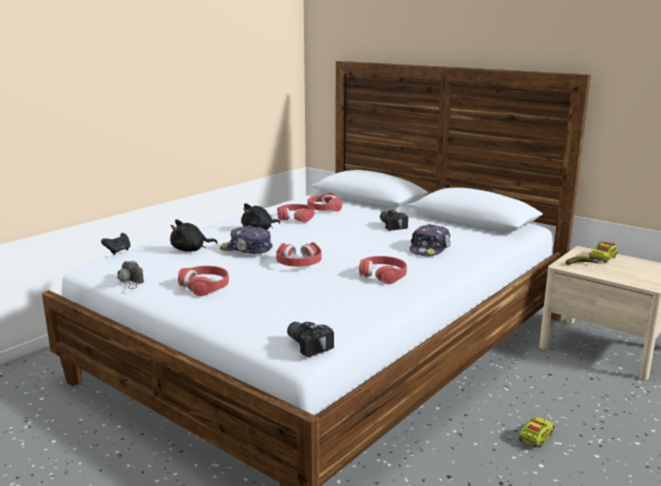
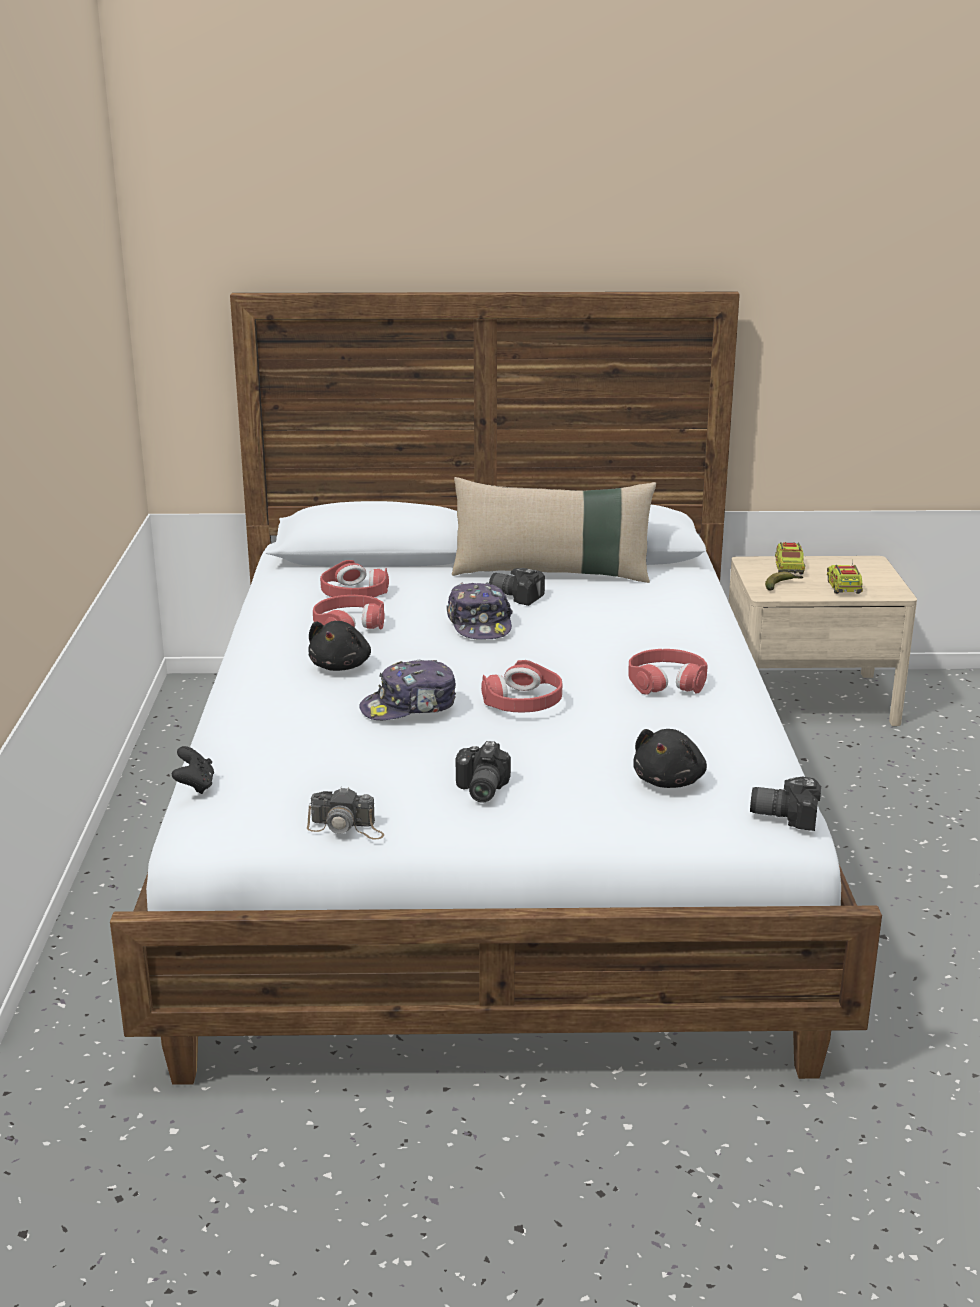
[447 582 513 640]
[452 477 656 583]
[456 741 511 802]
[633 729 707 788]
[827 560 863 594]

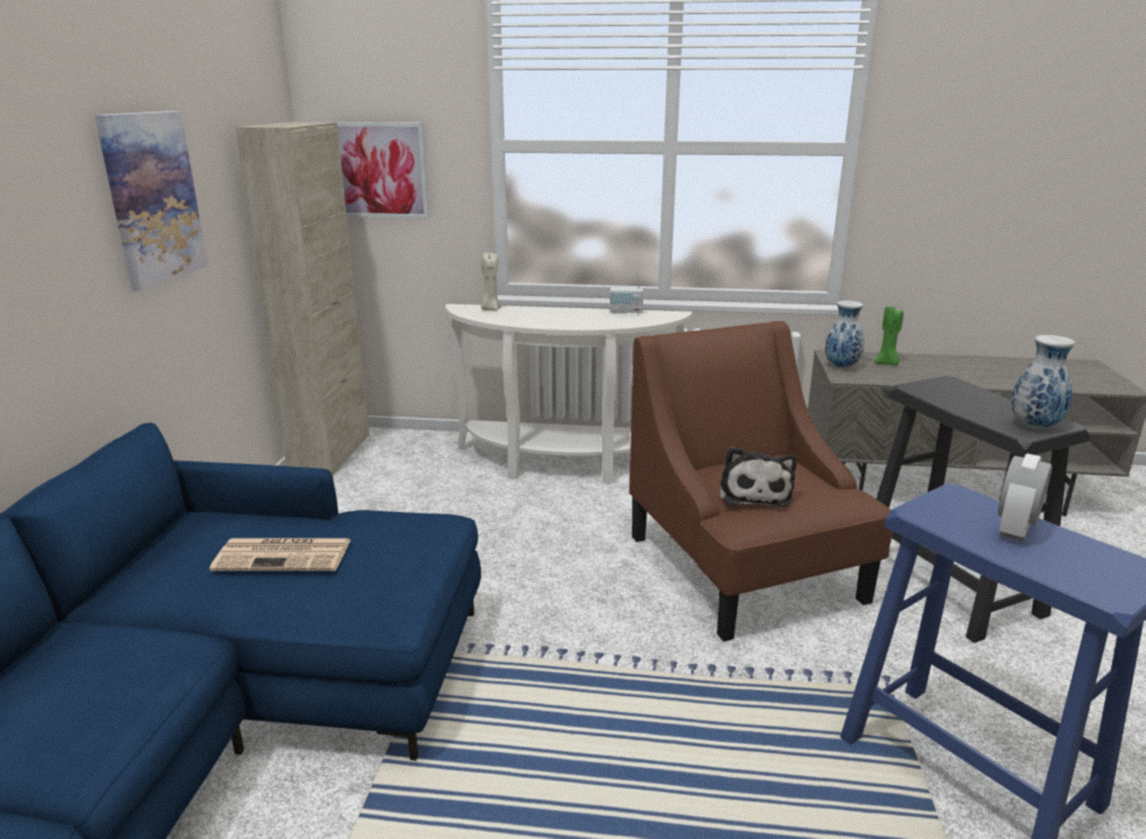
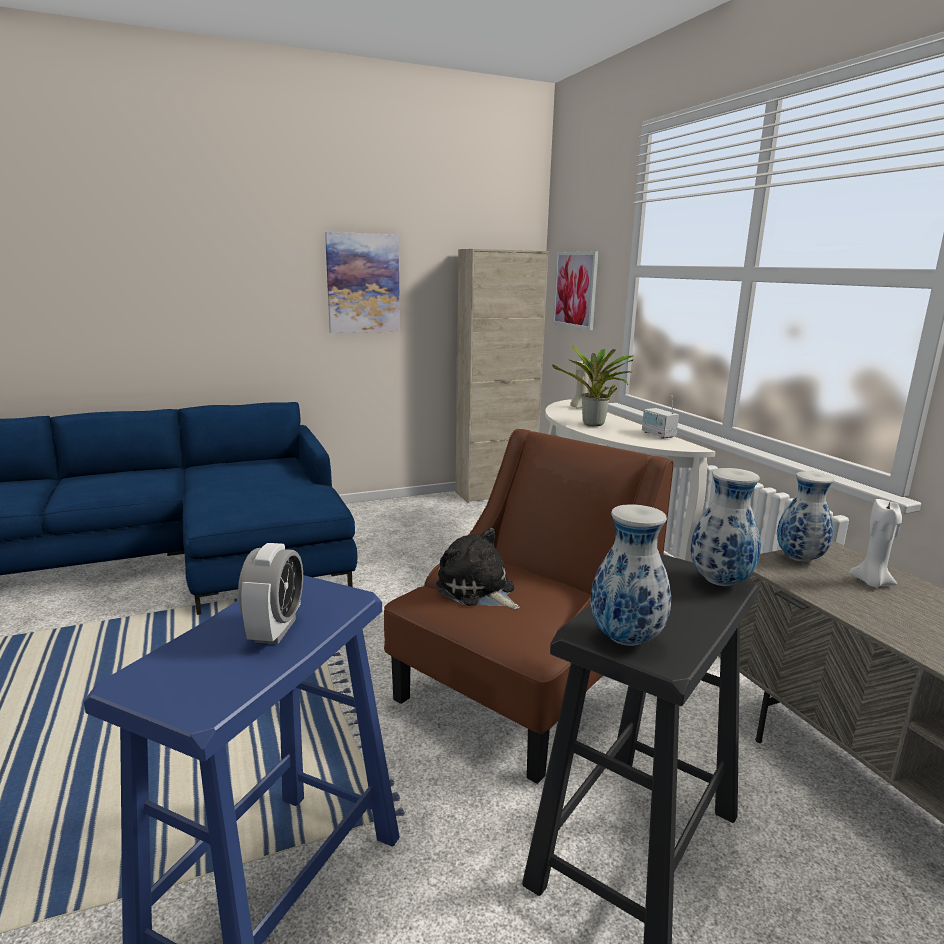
[238 543 303 644]
[436 528 520 609]
[552 346 634 426]
[691 468 761 586]
[849 499 902 588]
[209 538 350 571] (first image)

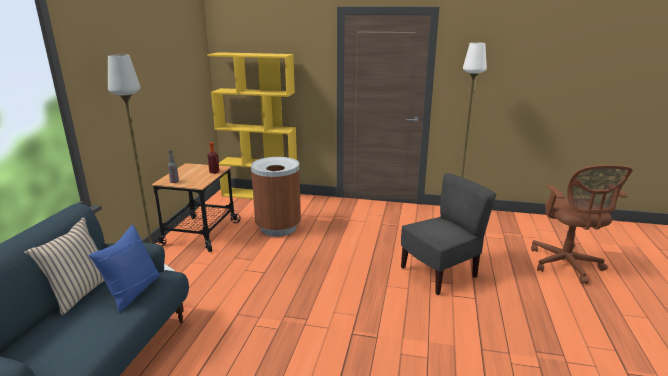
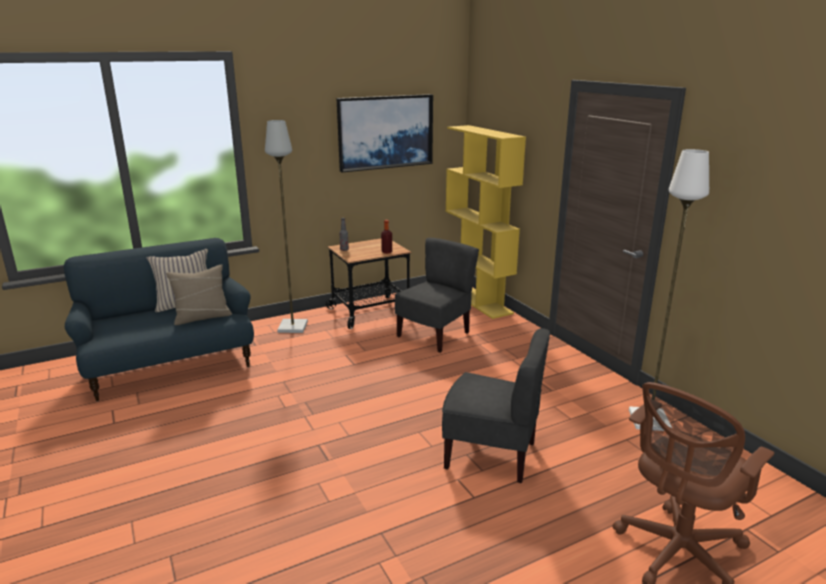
[166 264 232 325]
[336 94 433 173]
[395 238 479 353]

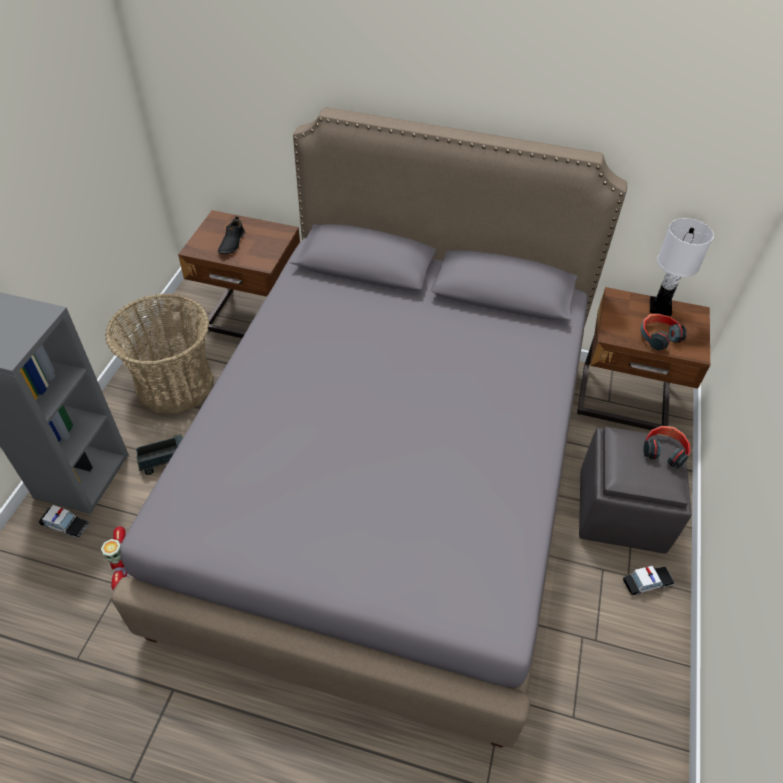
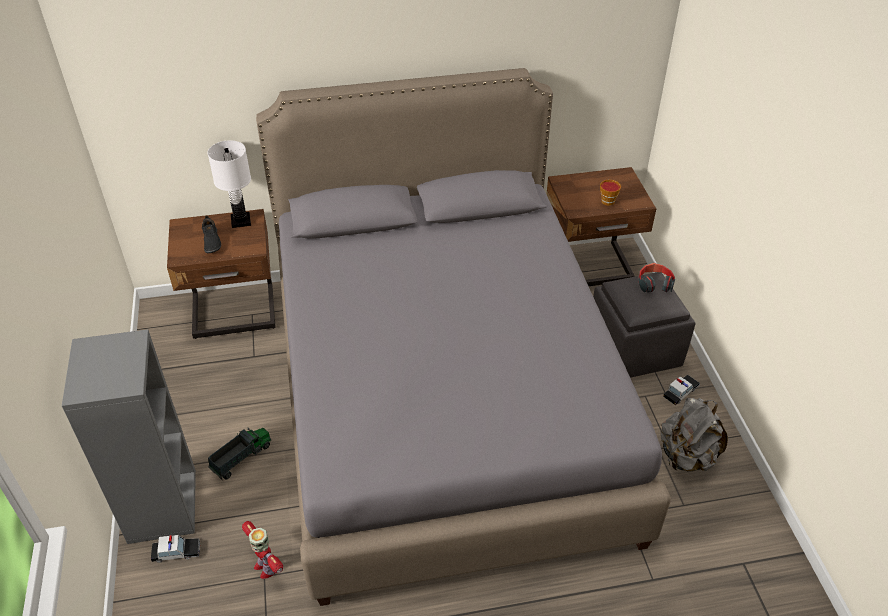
[208 140 251 228]
[600 180 621 206]
[661 398 728 471]
[105 293 214 413] (first image)

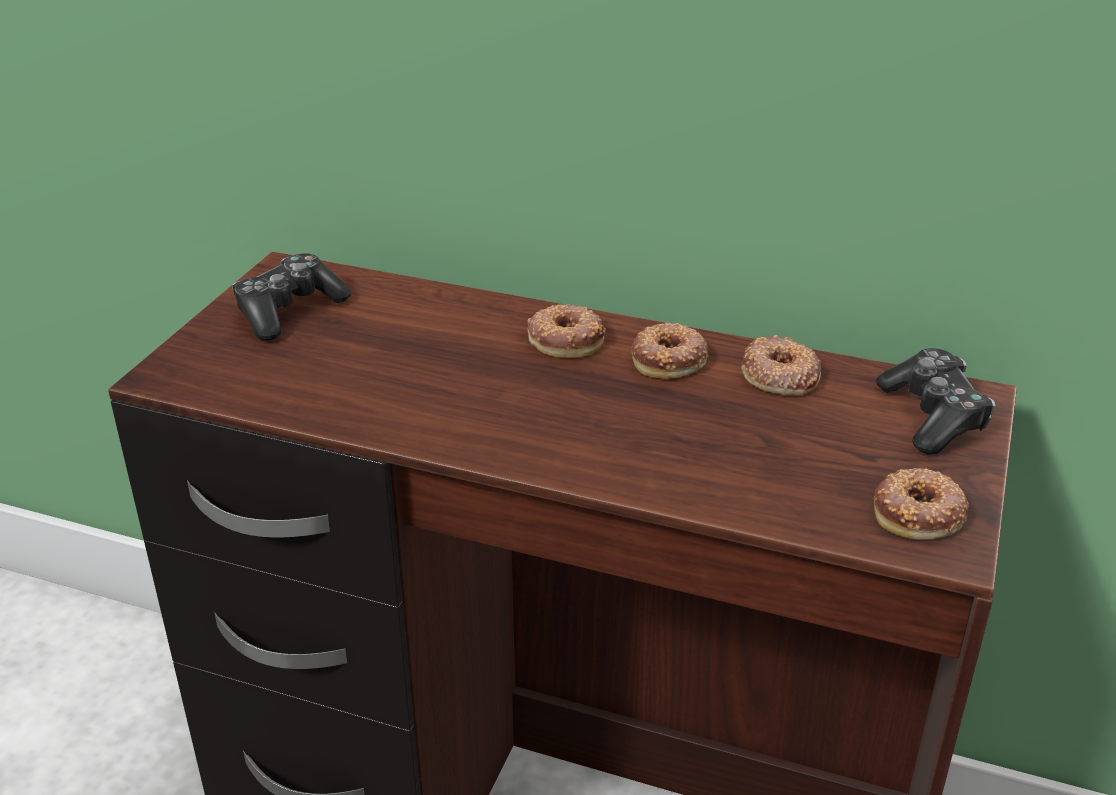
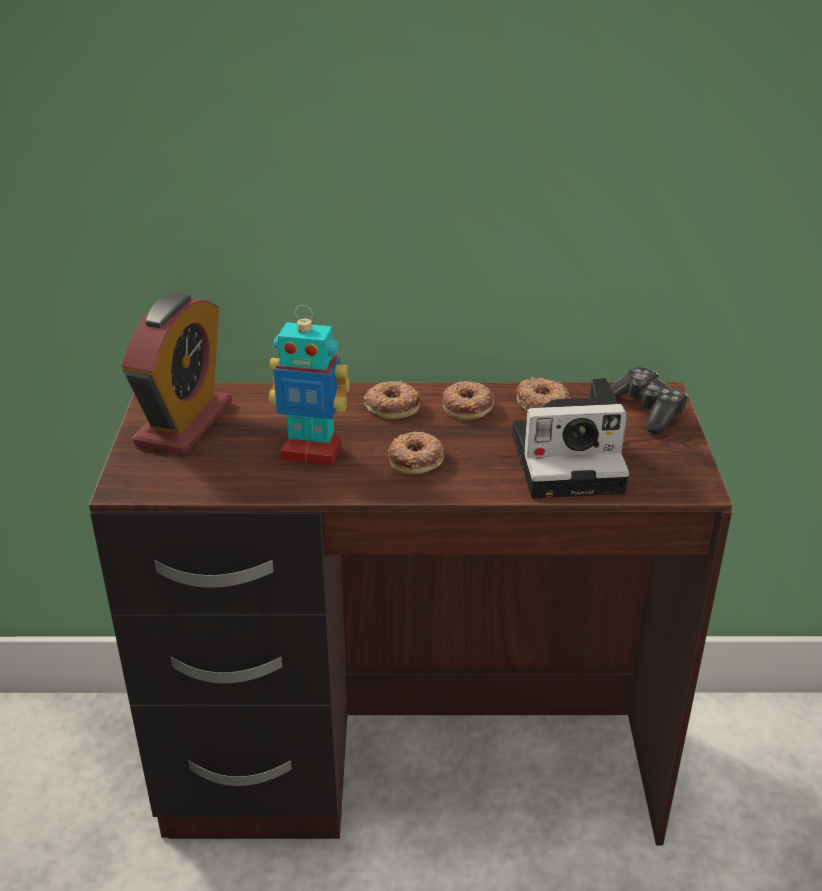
[121 293 232 455]
[269 305 350 466]
[388 431 444 474]
[512 378 629 499]

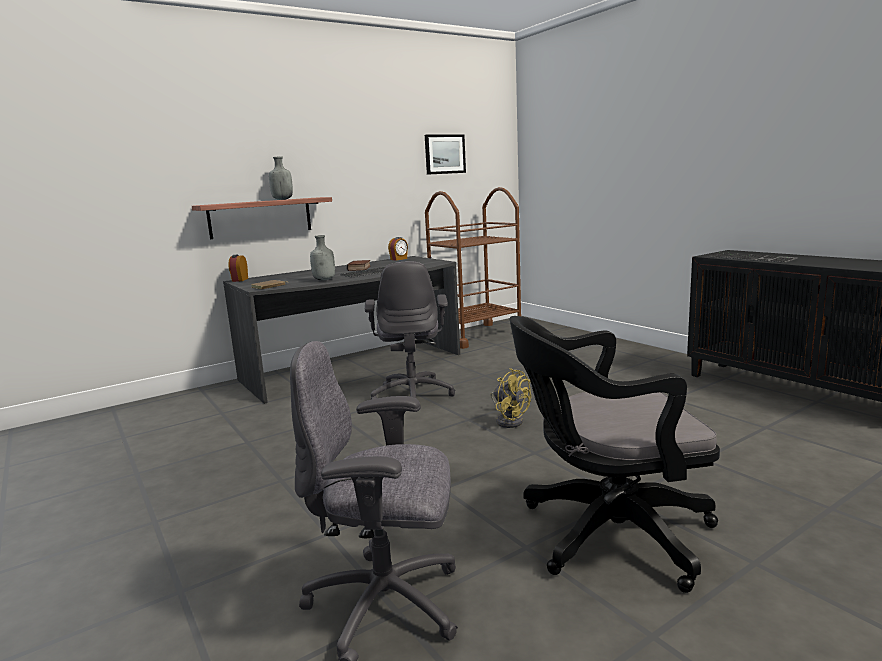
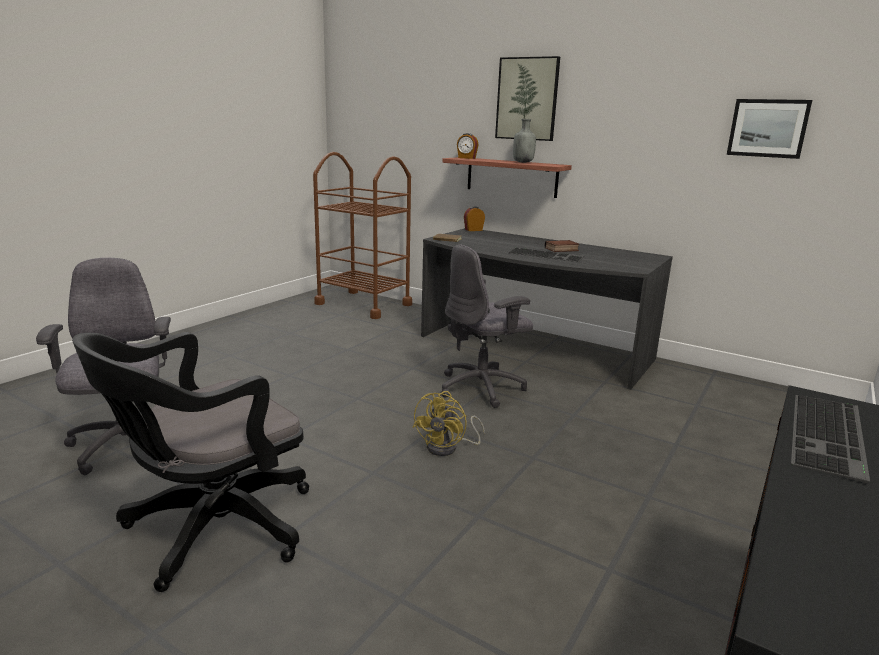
[72 332 309 592]
[313 152 412 319]
[457 133 478 159]
[495 56 560 141]
[310 235 335 280] (first image)

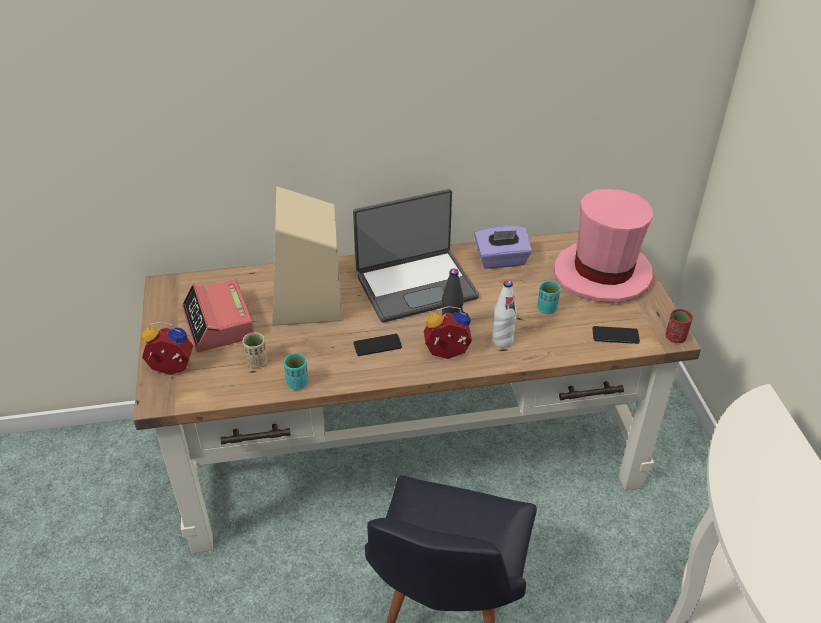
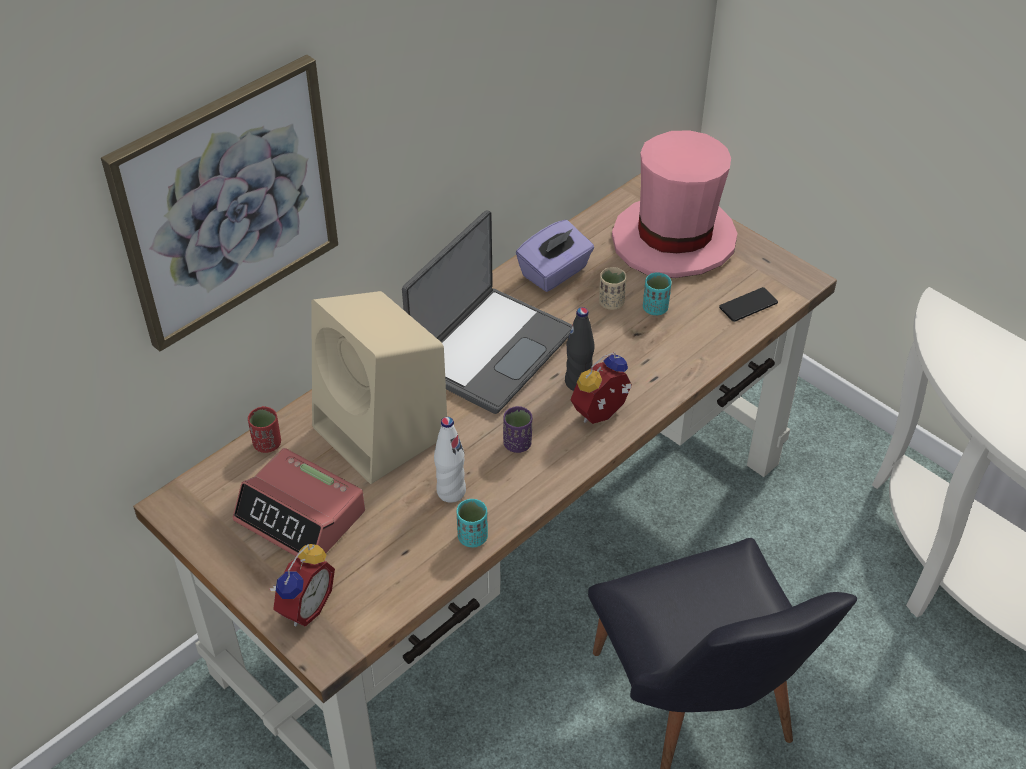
[101 55 338 352]
[248 406 281 453]
[269 544 335 627]
[434 417 466 503]
[503 406 532 453]
[599 267 626 310]

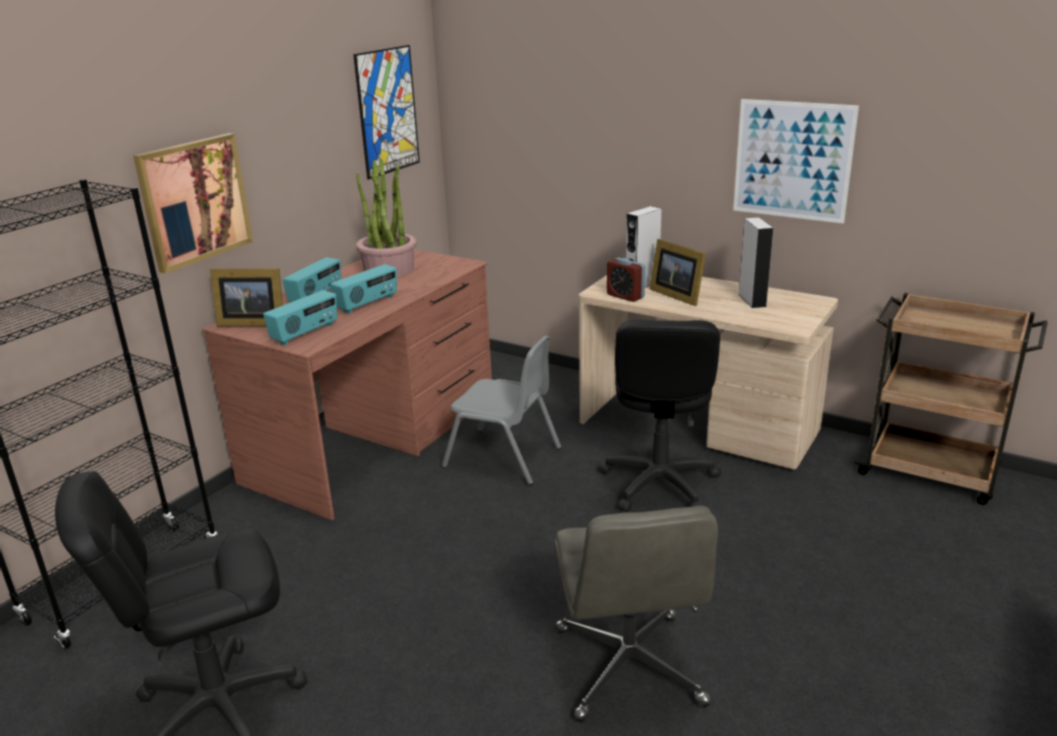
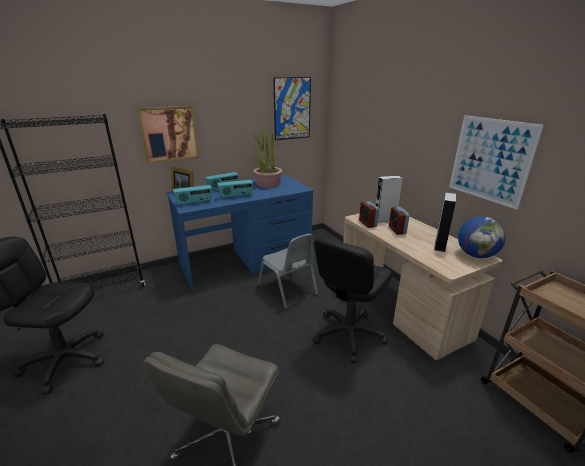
[166 175 314 292]
[389 207 409 235]
[458 216 506 258]

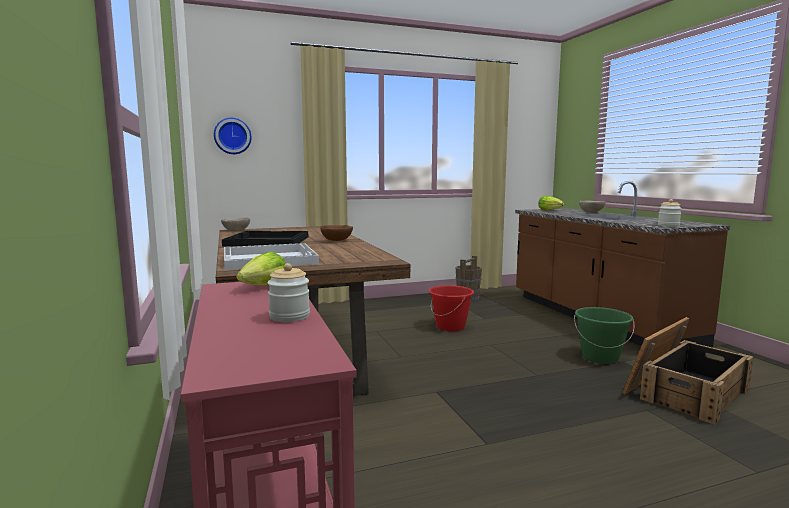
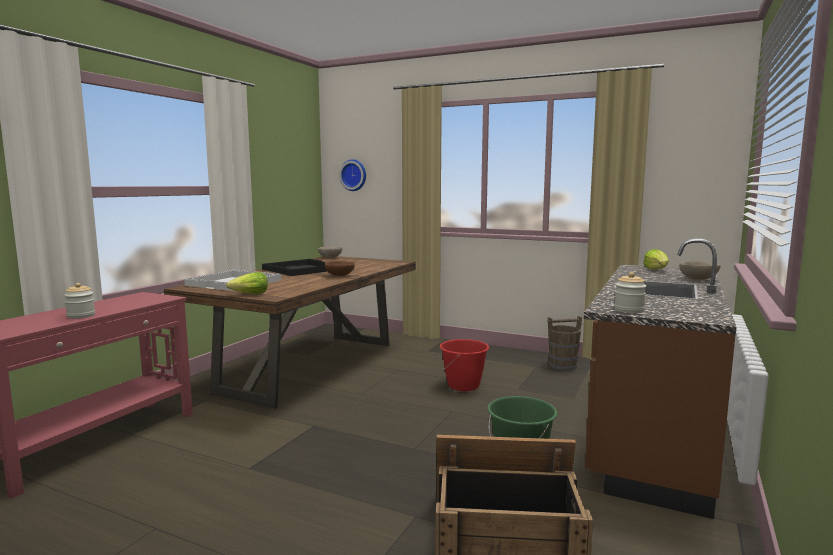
[226 272 268 294]

